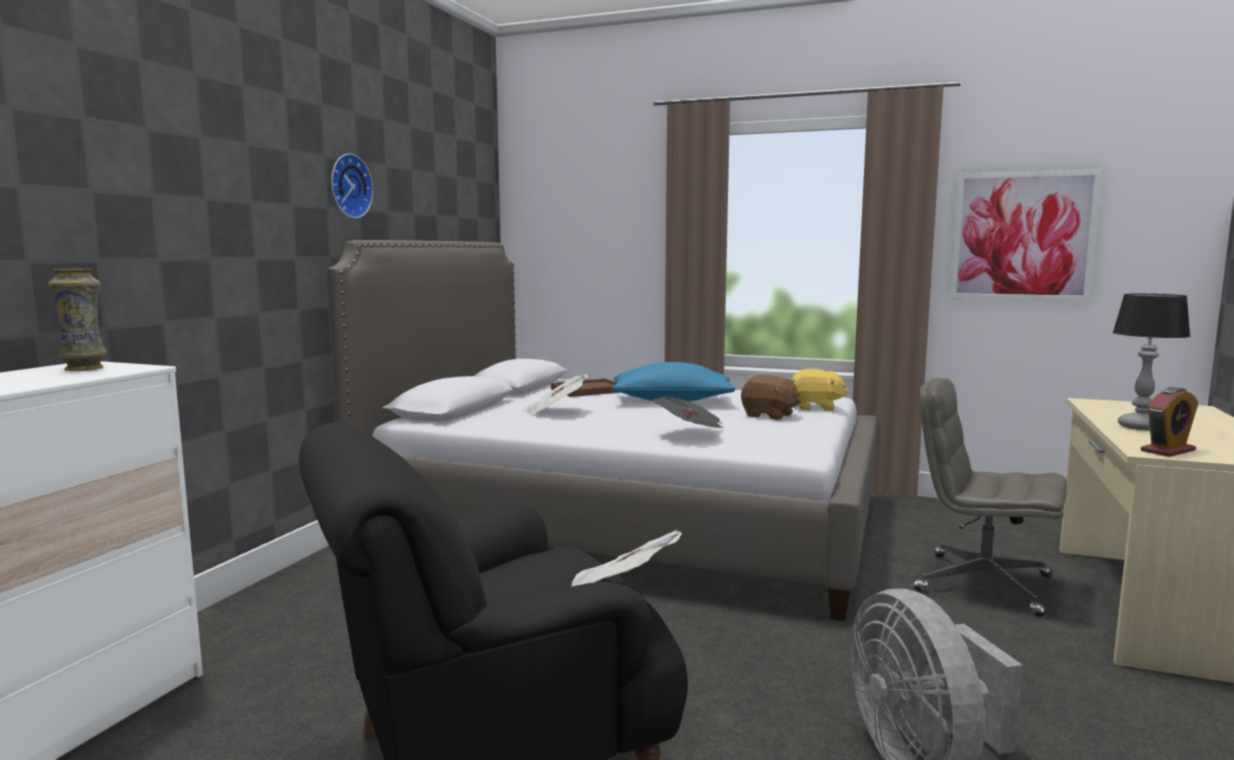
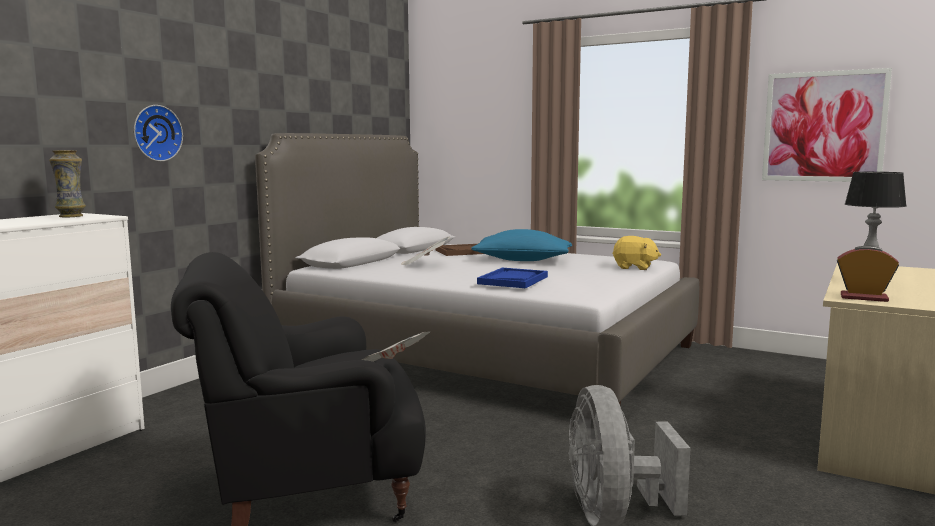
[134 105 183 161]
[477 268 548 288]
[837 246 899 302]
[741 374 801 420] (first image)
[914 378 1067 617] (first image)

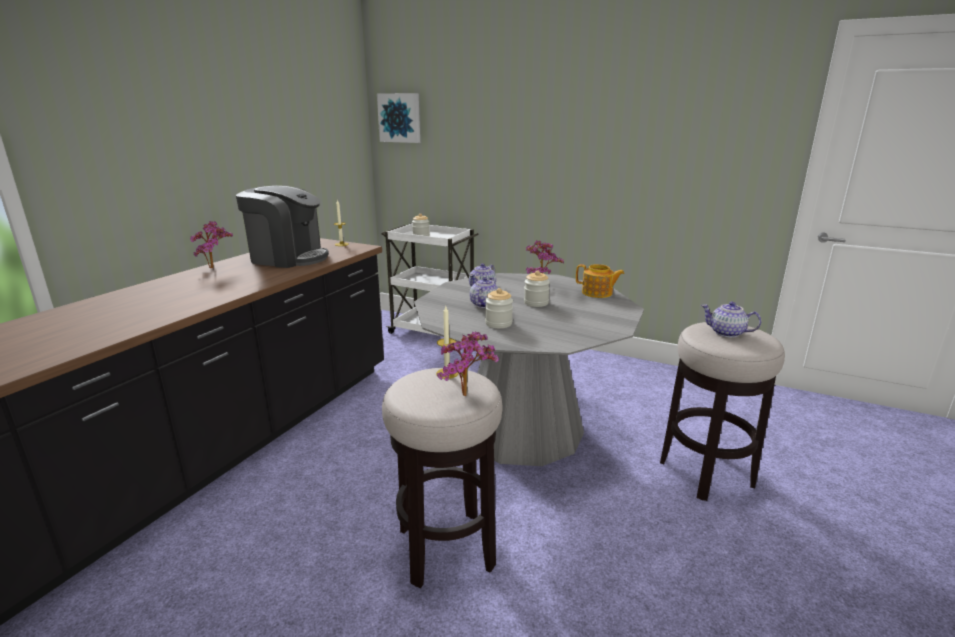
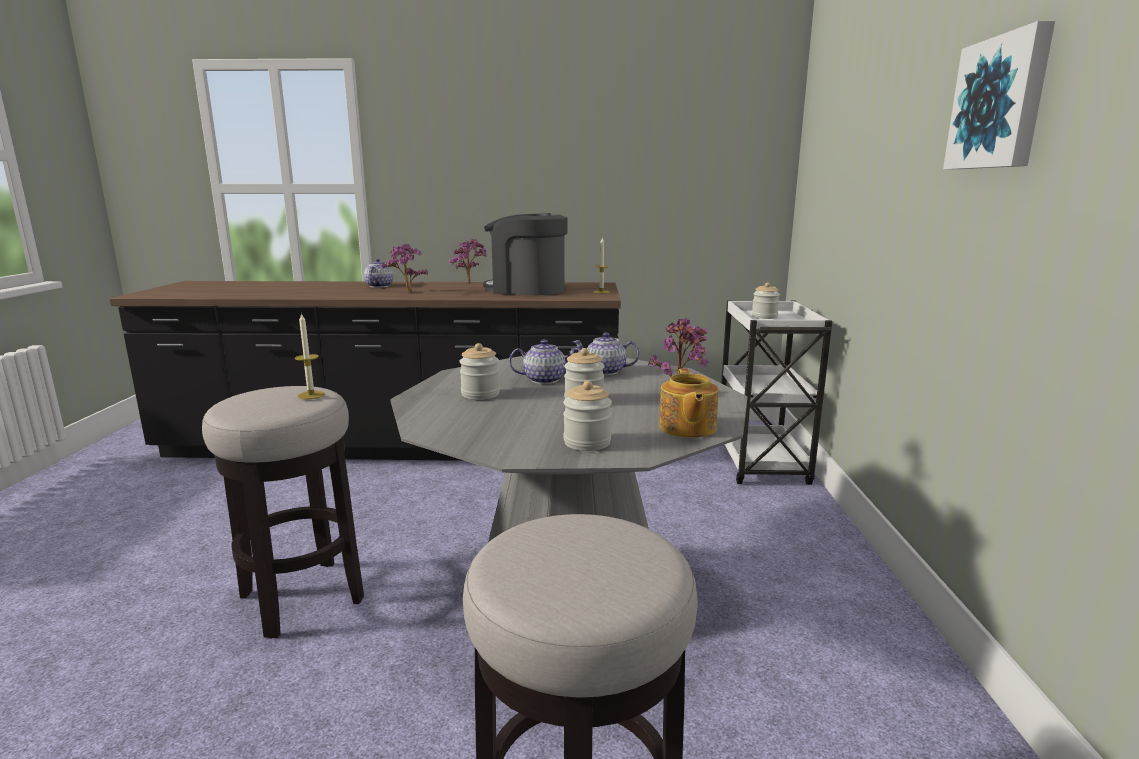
[364 259 393 288]
[382 244 428 292]
[483 213 567 295]
[563 381 612 451]
[943 21 1055 169]

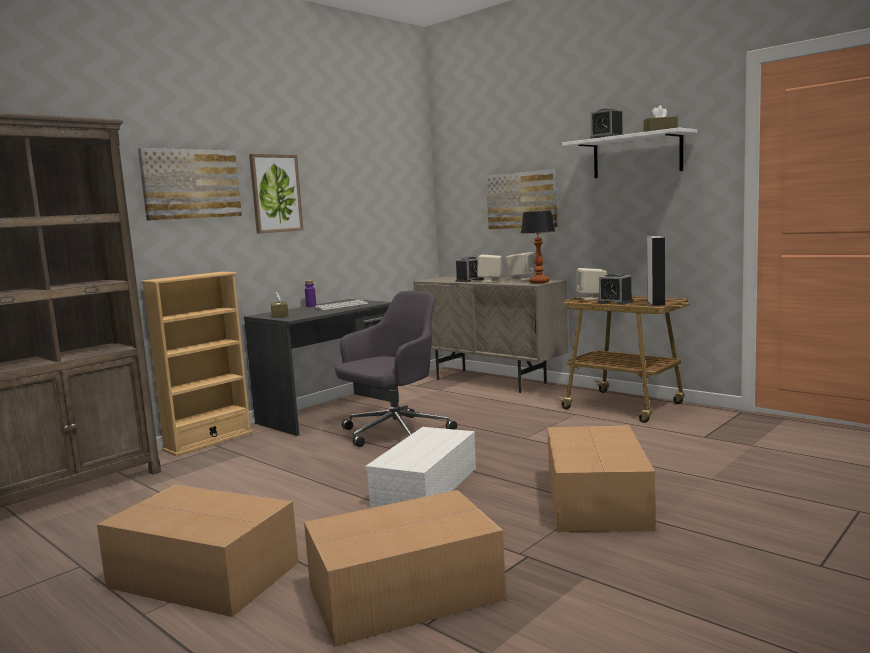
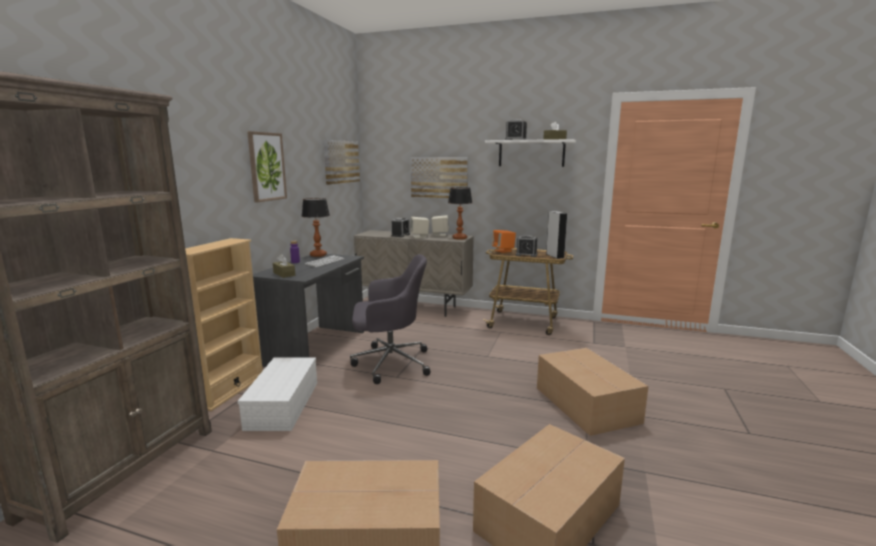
[238 357 317 431]
[301 198 330 257]
[323 140 360 185]
[350 254 430 384]
[492 230 516 253]

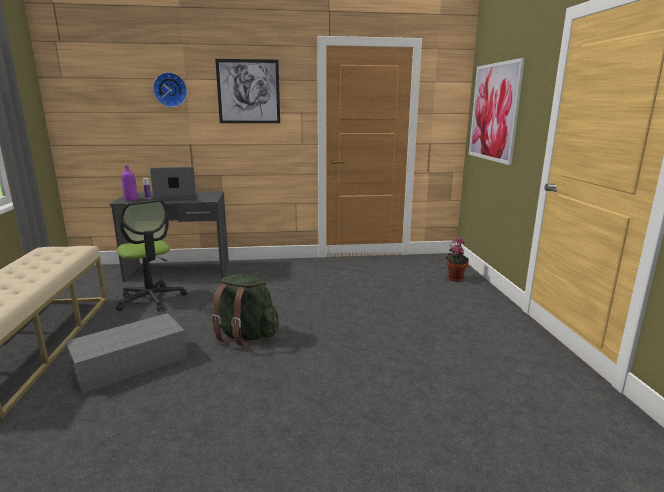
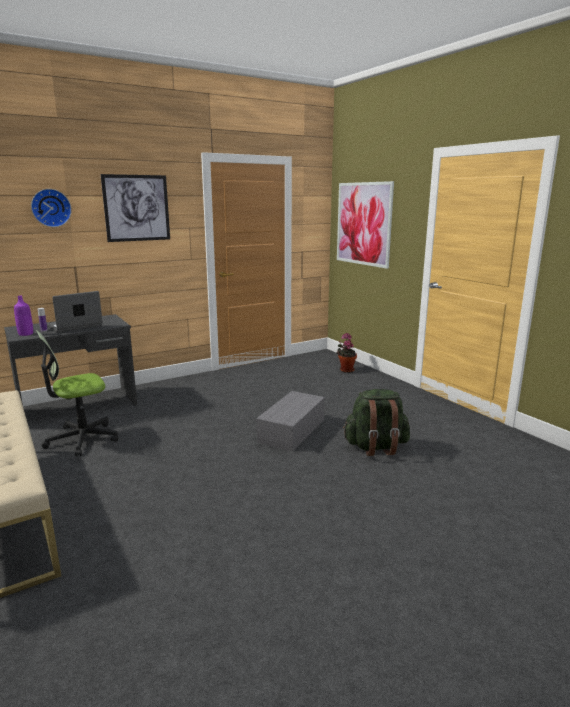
[36 330 118 457]
[256 391 325 451]
[343 389 410 456]

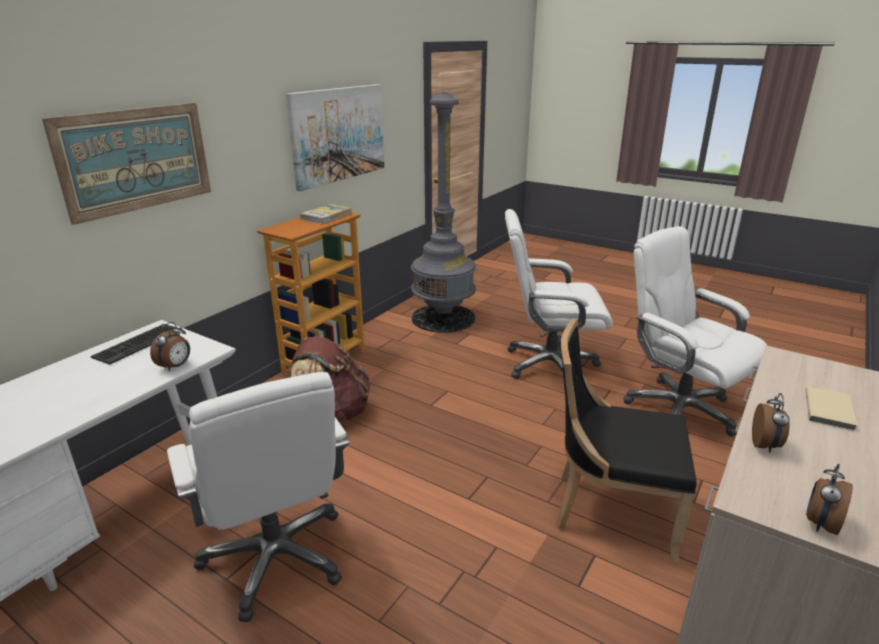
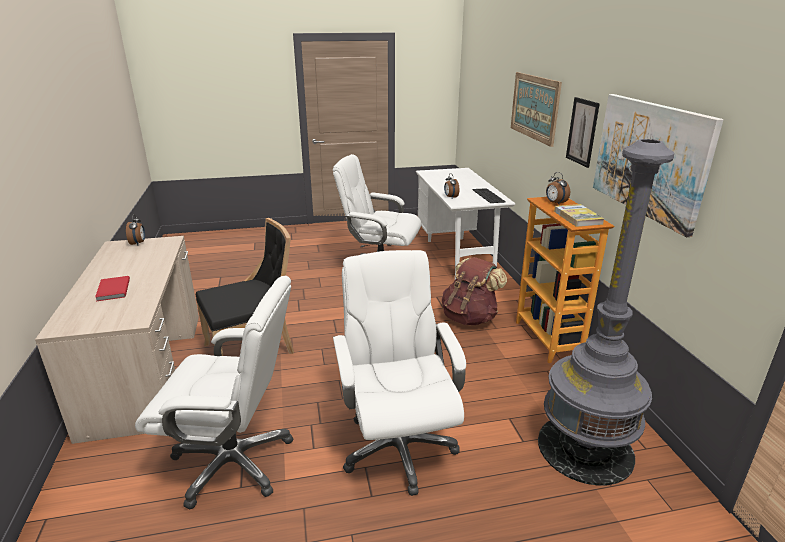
[95 276 130 302]
[333 250 466 496]
[546 172 570 205]
[566 97 600 168]

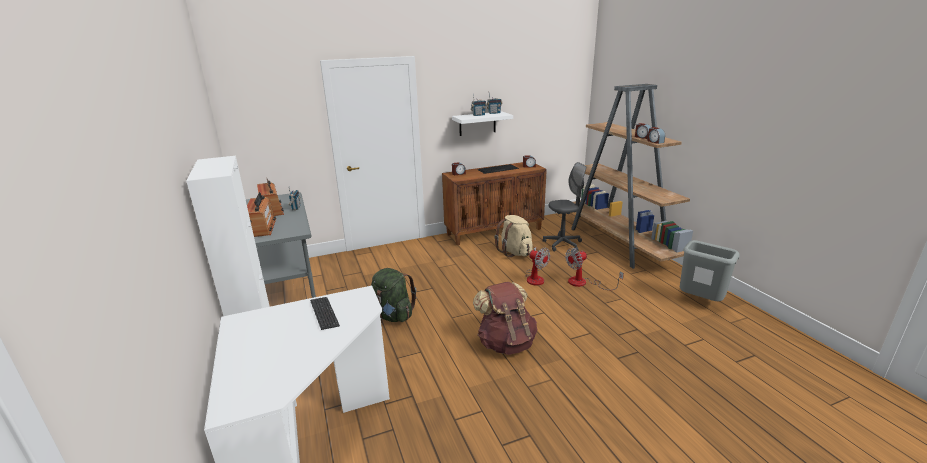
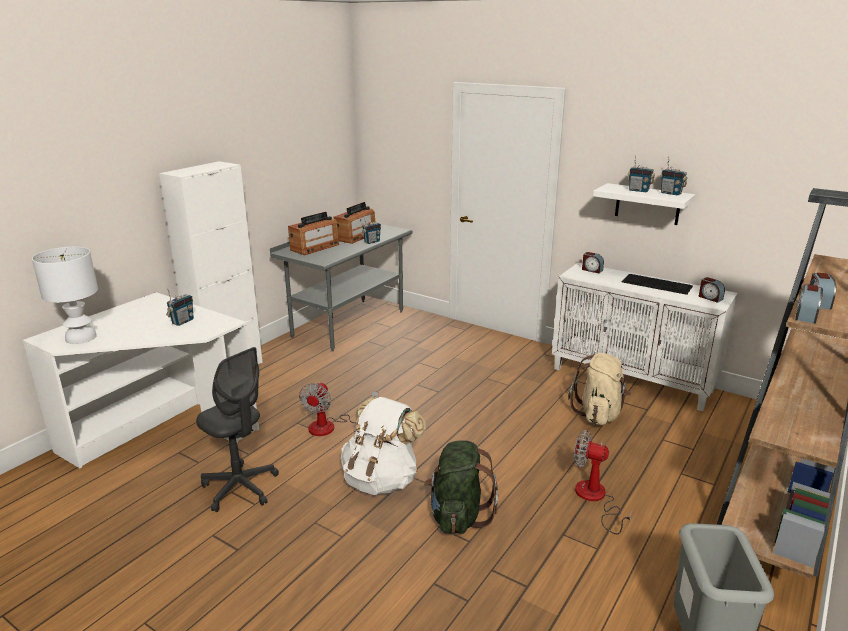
[32 247 98 344]
[166 288 194 326]
[196 347 279 512]
[299 382 379 436]
[341 397 426 495]
[424 440 498 534]
[552 262 738 411]

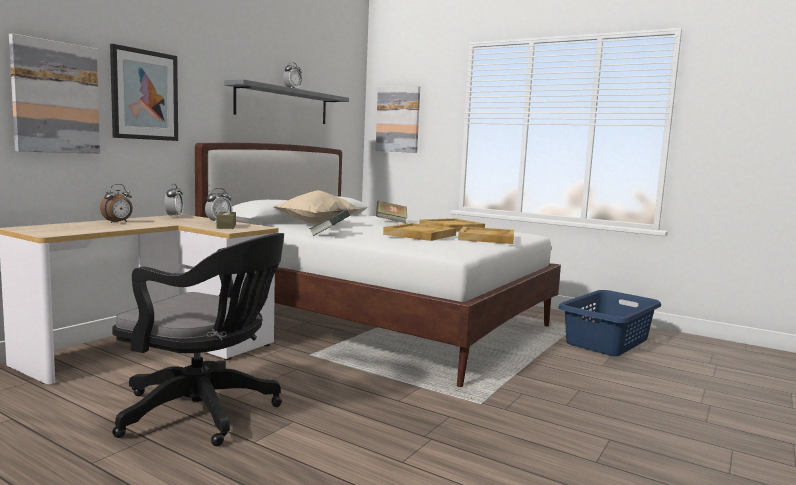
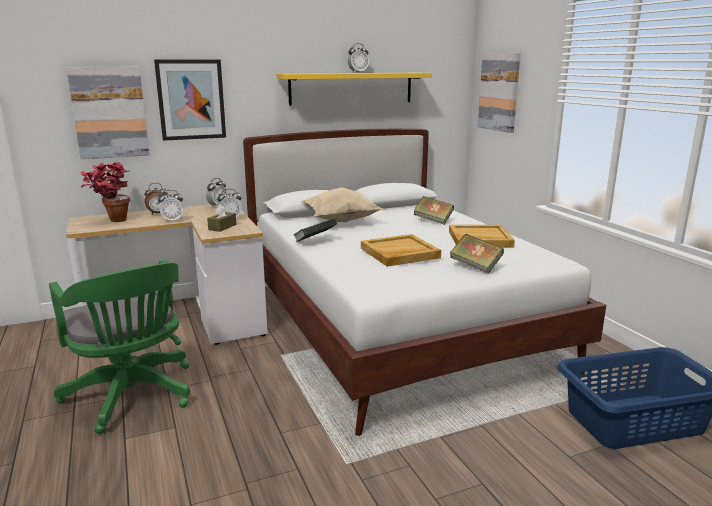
[49 260 190 434]
[81 162 130 222]
[158 190 183 222]
[277 73 432 106]
[450 234 504 274]

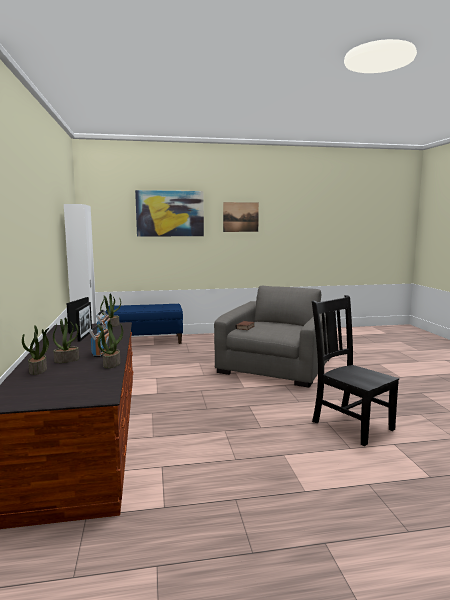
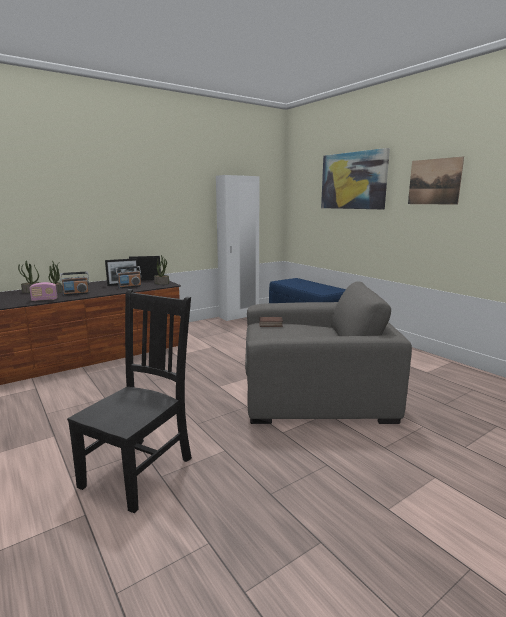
[29 282 57 301]

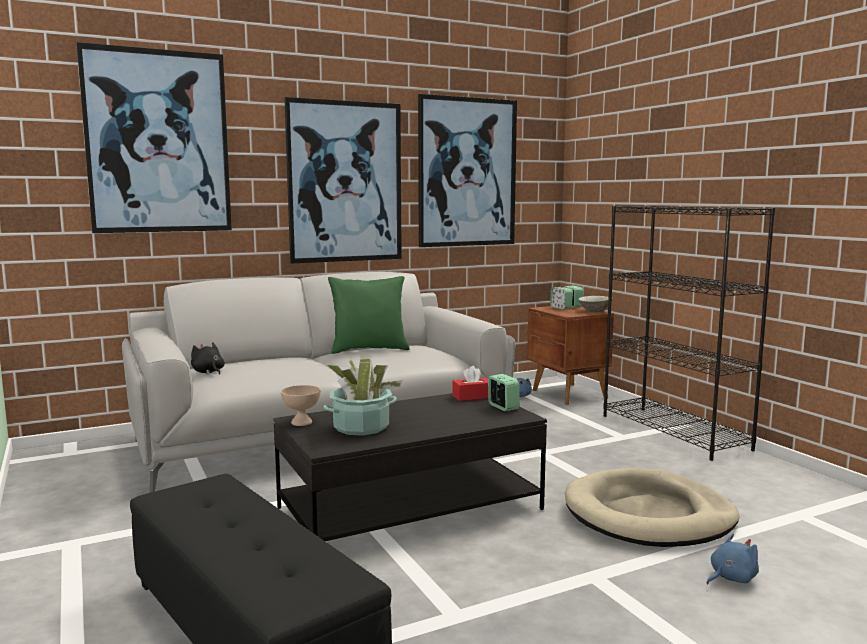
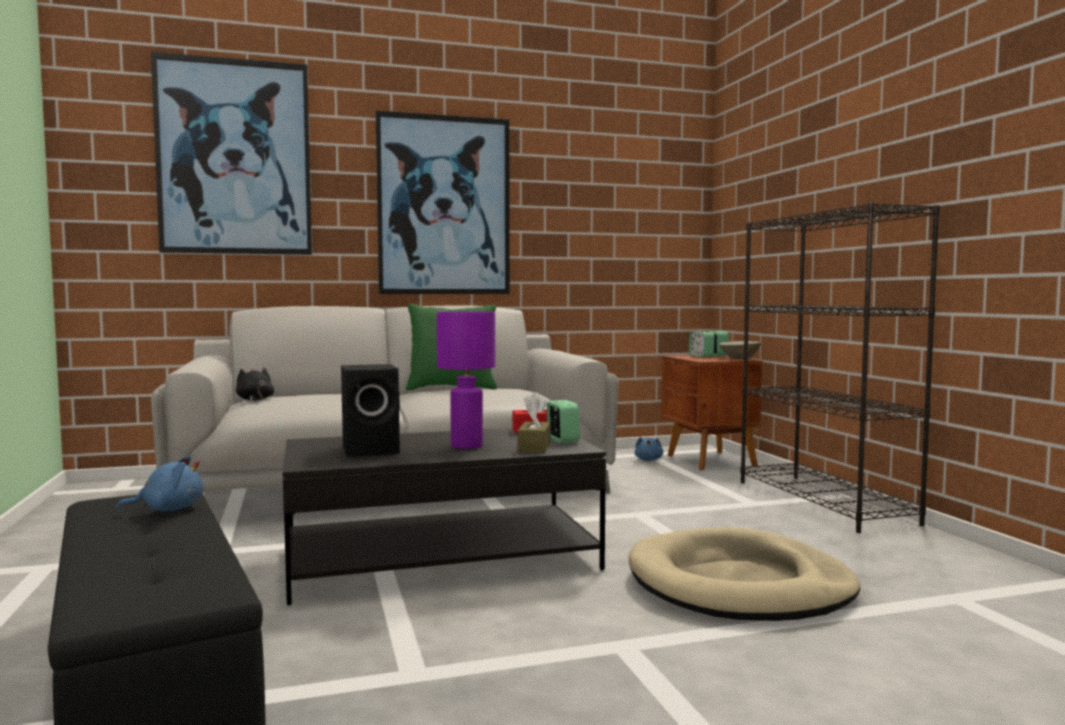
[116 456 204 512]
[341 364 400 456]
[436 311 495 449]
[518 405 550 453]
[281 385 320 426] (first image)
[418 94 517 247] (first image)

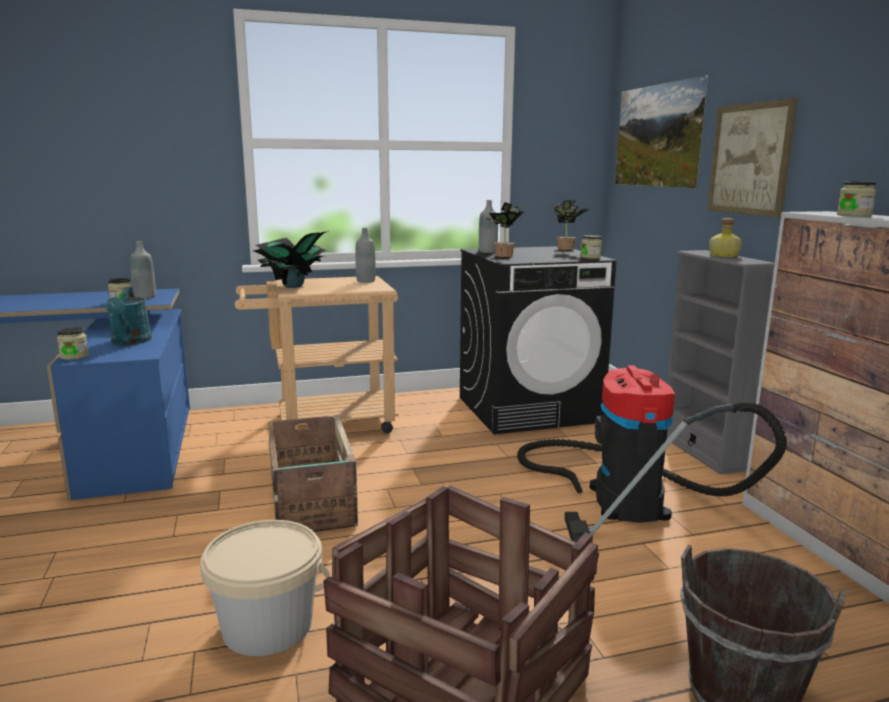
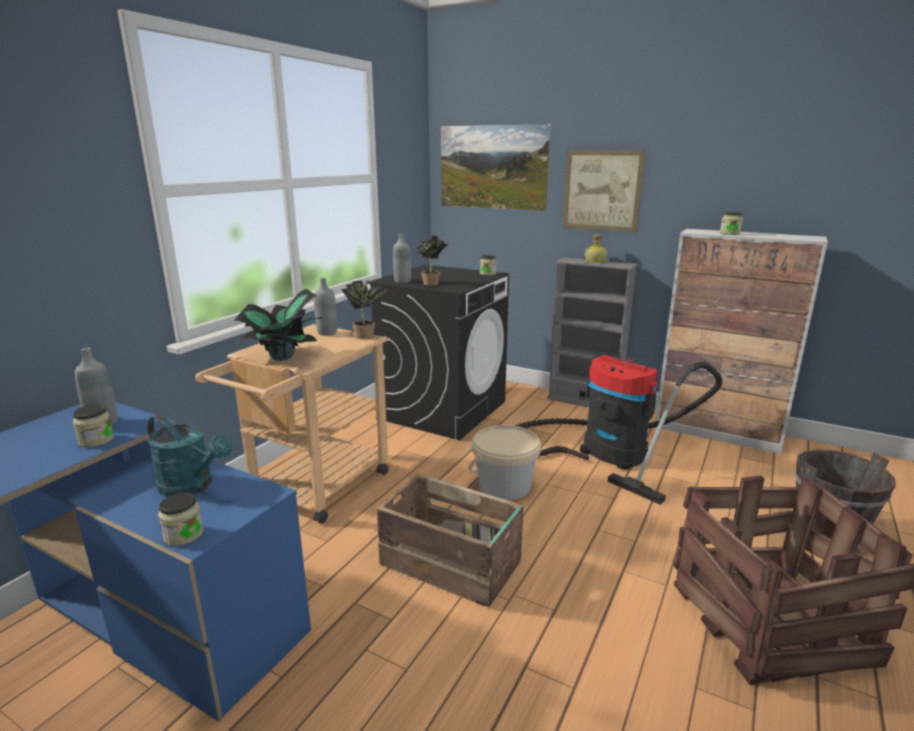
[341 280 387 339]
[469 425 541 500]

